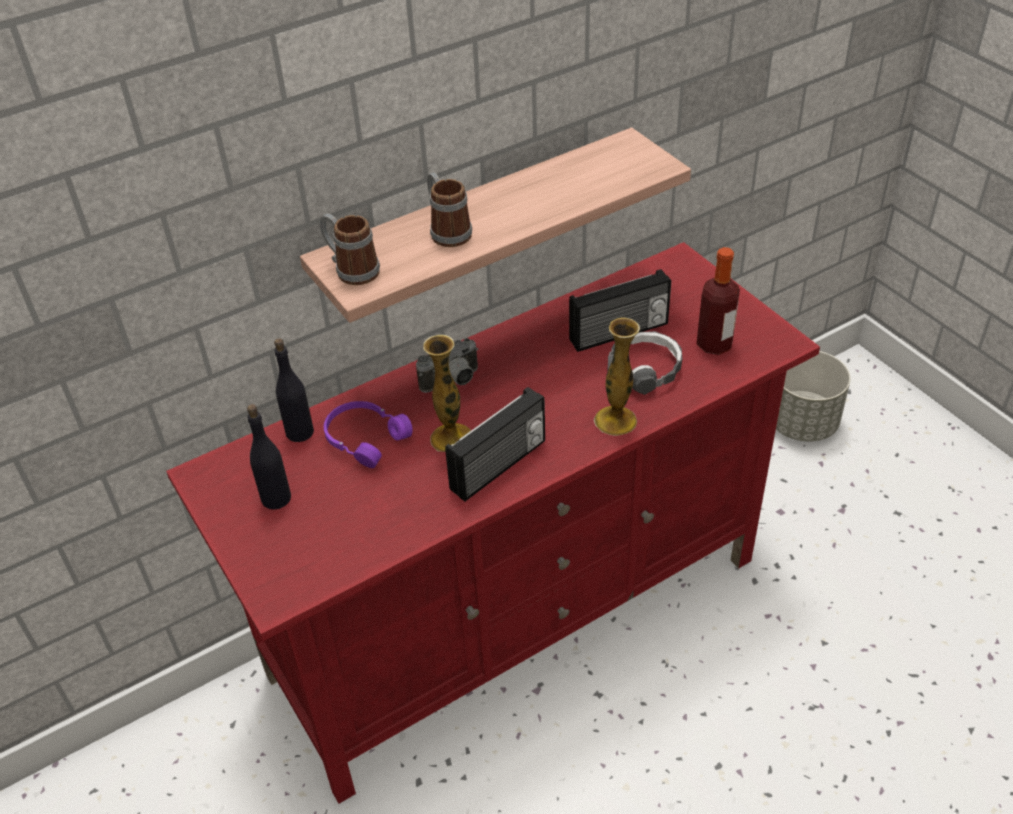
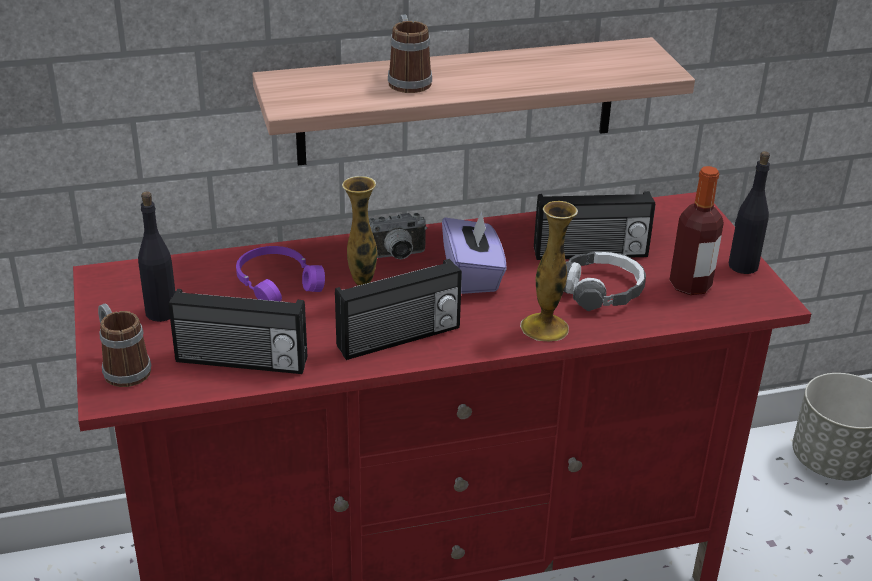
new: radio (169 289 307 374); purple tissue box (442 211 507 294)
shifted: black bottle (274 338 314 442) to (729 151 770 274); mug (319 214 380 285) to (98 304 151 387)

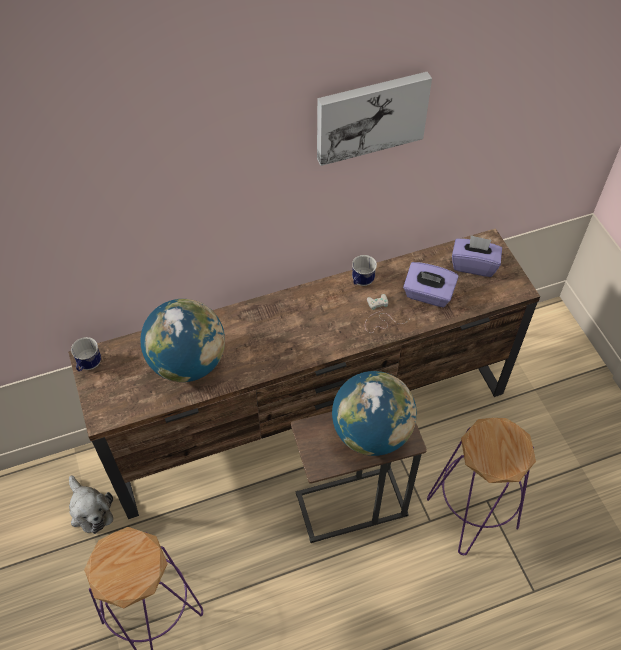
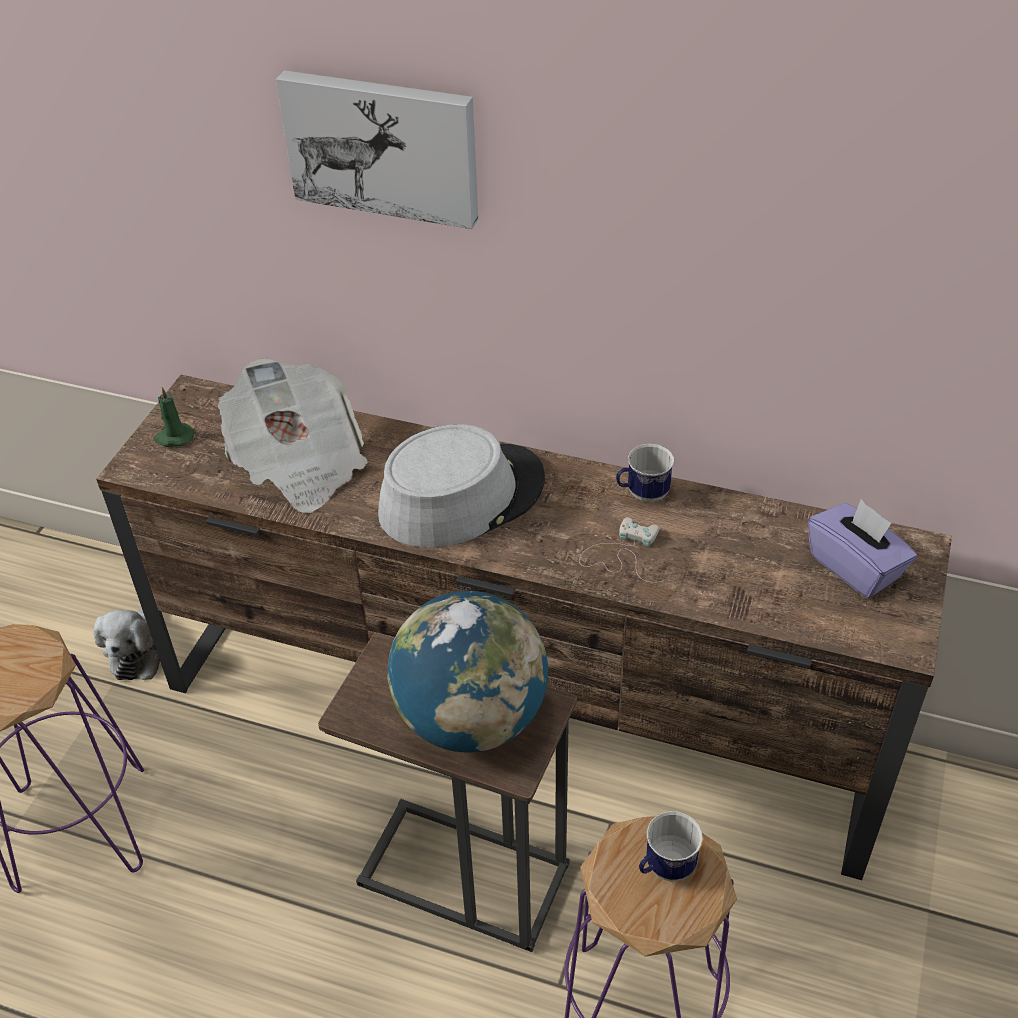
gone: purple tissue box (403 262 458 307)
new: green candle (154 387 194 447); grey hat (378 424 545 547)
shifted: mug (71 337 101 372) to (639 811 703 881); picture (317 72 432 166) to (276 70 478 229)
swapped: globe (140 299 225 382) to newspaper (218 358 368 513)

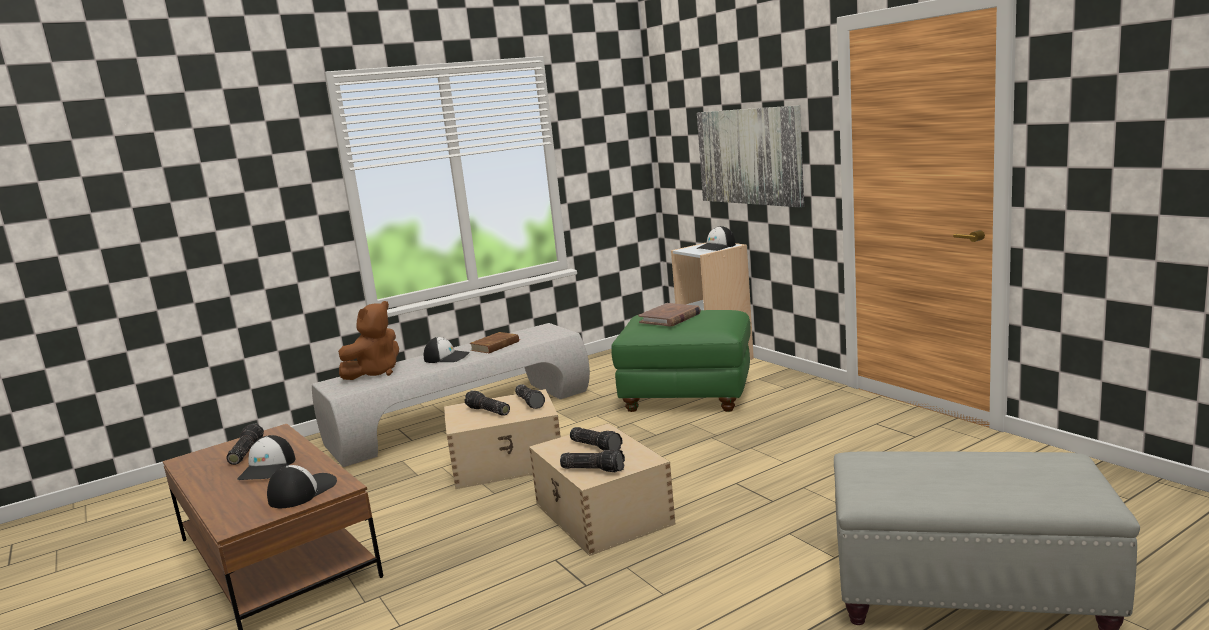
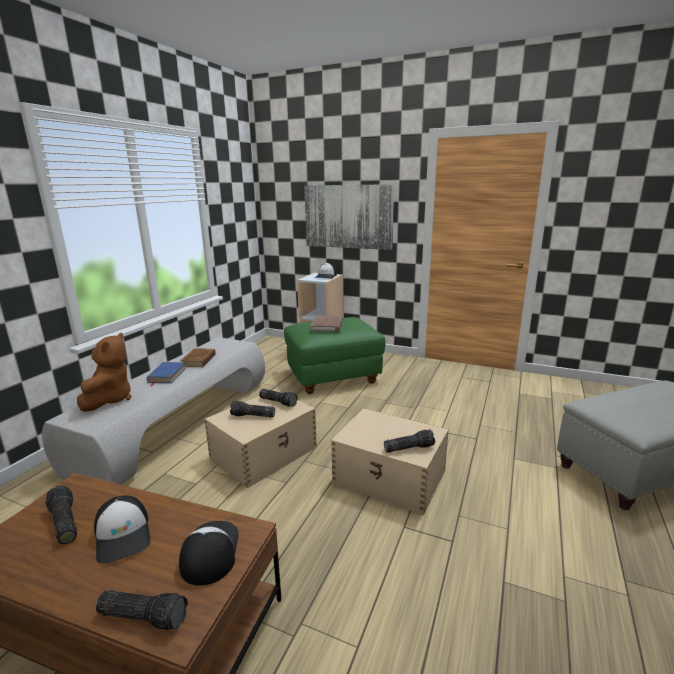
shifted: flashlight (570 427 622 451) to (96 590 188 630)
swapped: cap (424 337 470 363) to blue book (147 362 186 386)

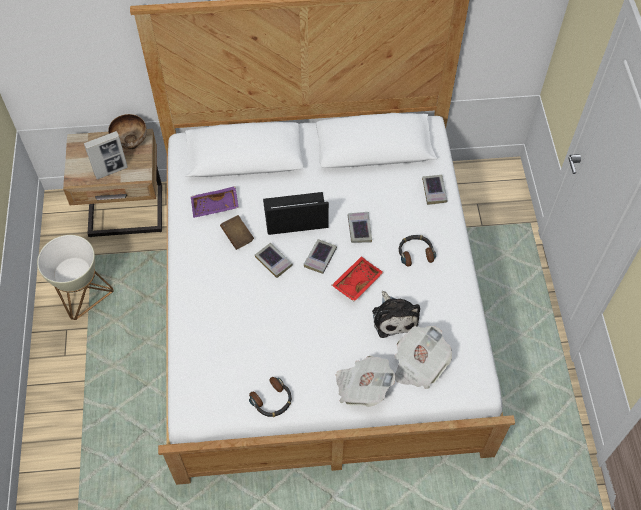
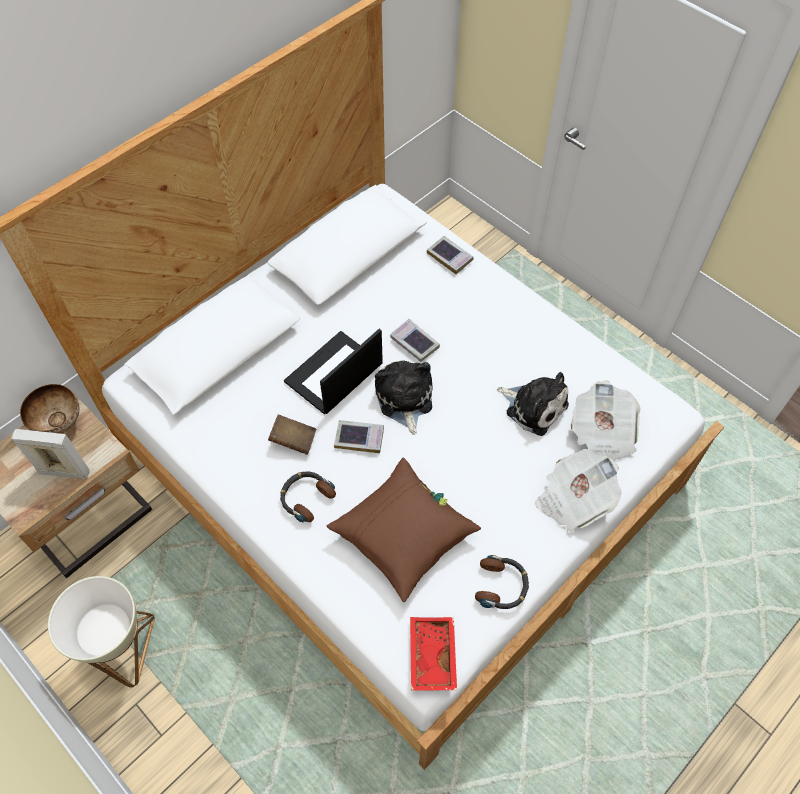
gone: purple tray (191 186 239 218)
new: brown pillow (327 457 481 602)
shifted: red tray (332 256 384 301) to (410 617 457 690); headphones (399 235 436 267) to (280 472 336 523)
swapped: book (304 239 337 274) to plush toy (375 360 433 435)
rotated: picture frame (84 131 128 180) = (11 429 90 480) 105 degrees counterclockwise

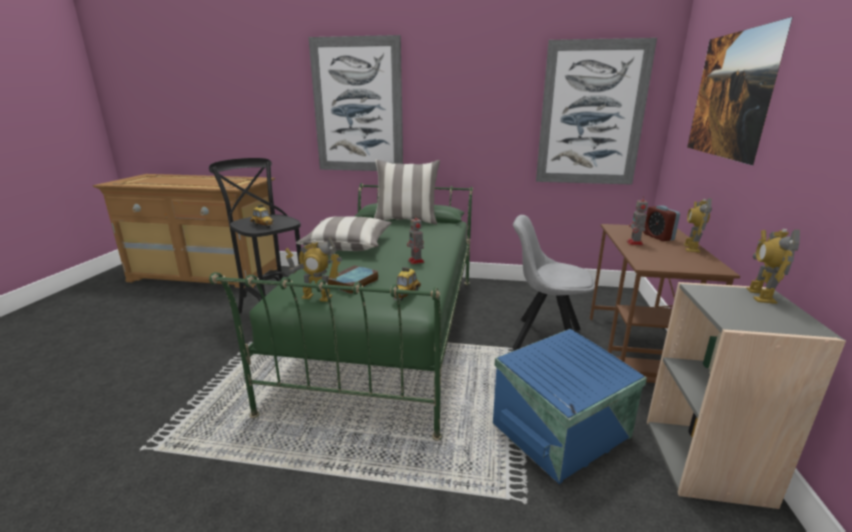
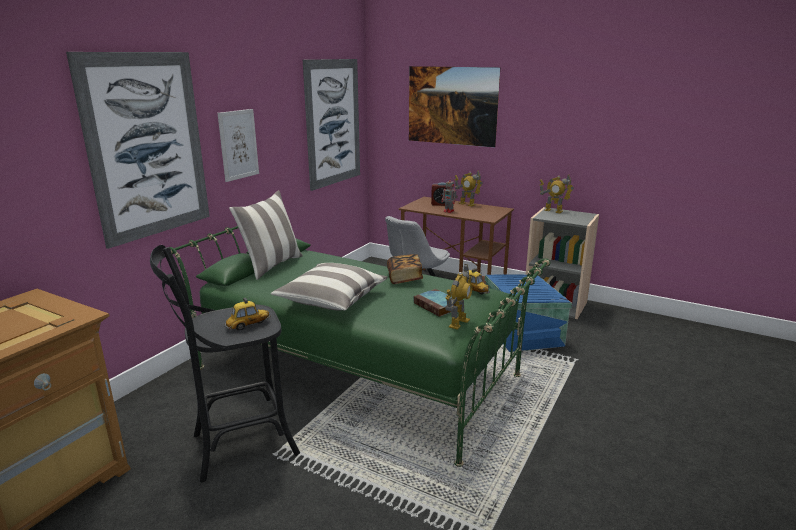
new: picture (217 109 259 182)
swapped: toy robot (407 214 425 264) to book (387 254 423 284)

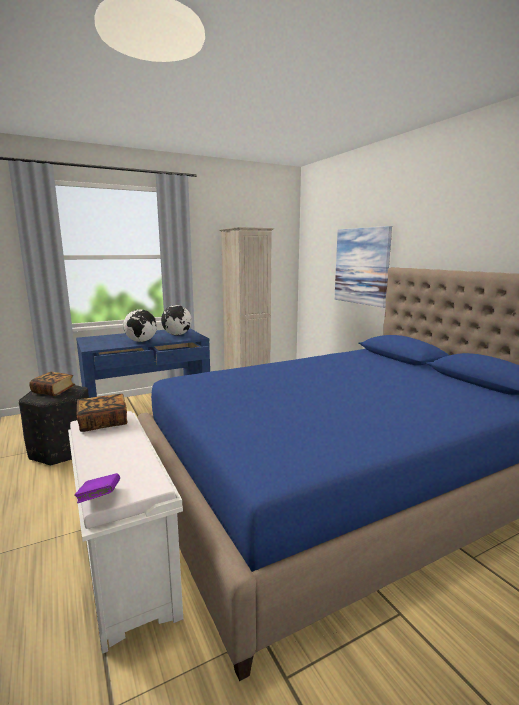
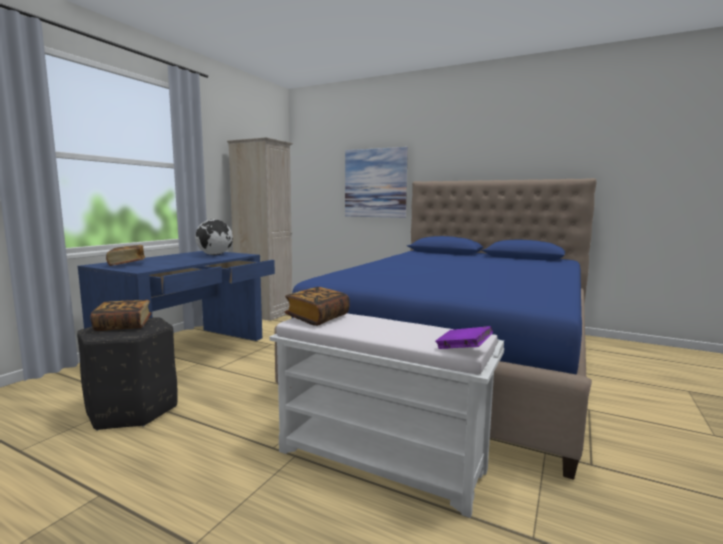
gone: globe (123 309 157 342)
new: book (106 245 145 266)

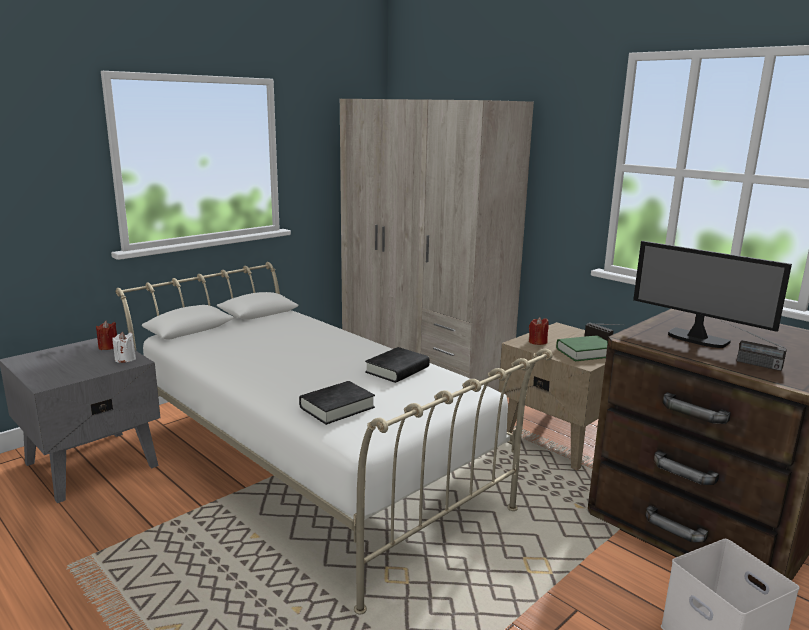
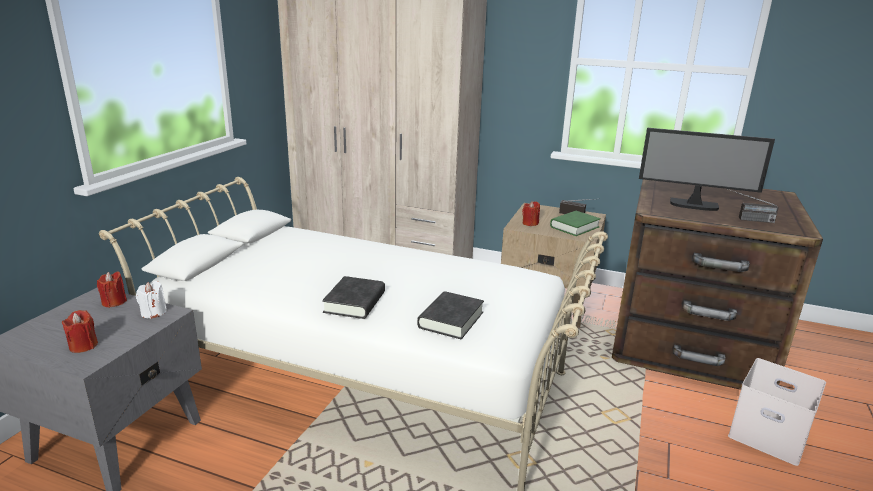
new: red candle (62 310 98 353)
shifted: black book (365 347 430 383) to (322 276 385 319)

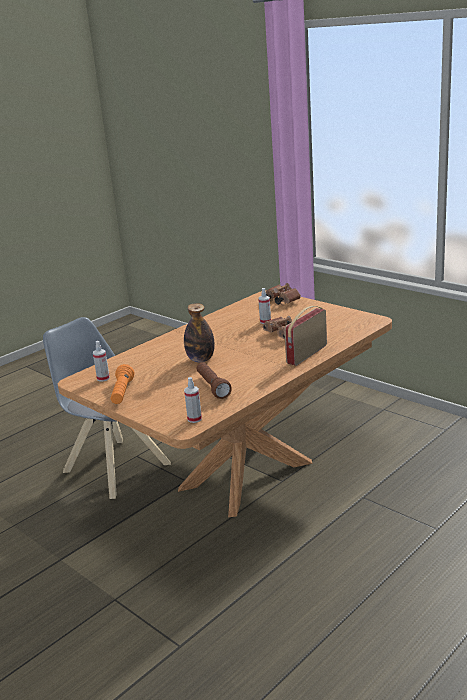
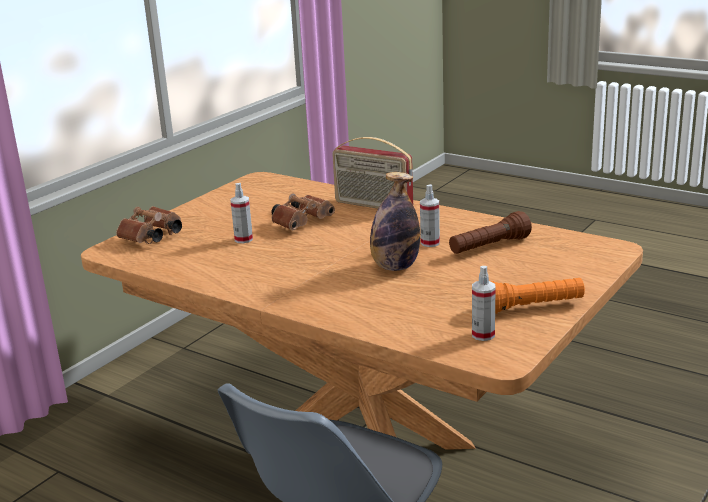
shifted: spray bottle (184 377 202 423) to (420 184 440 247)

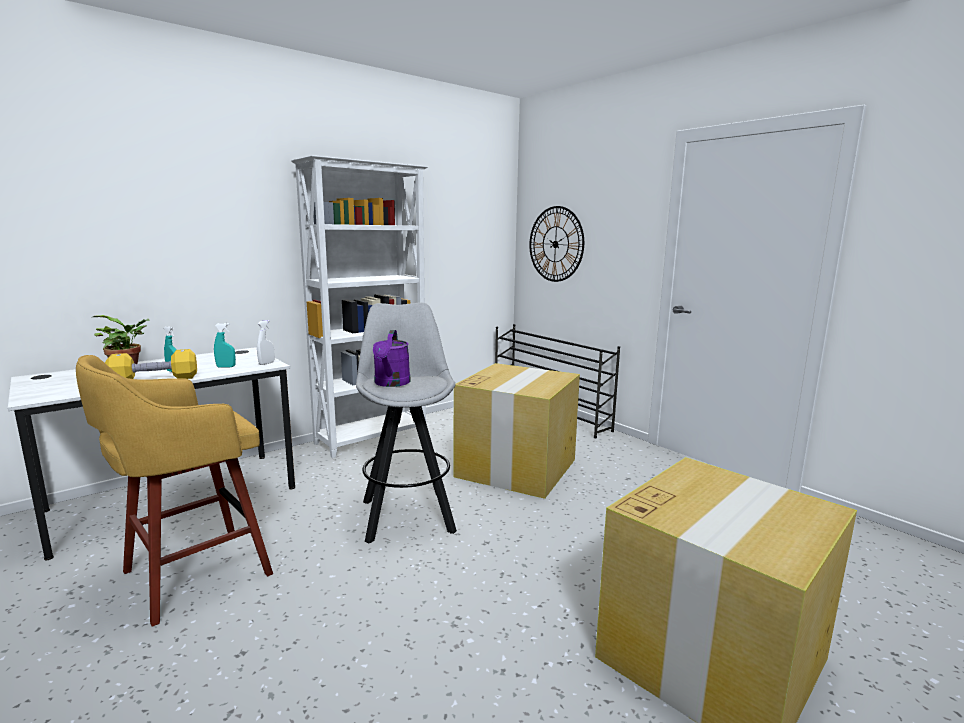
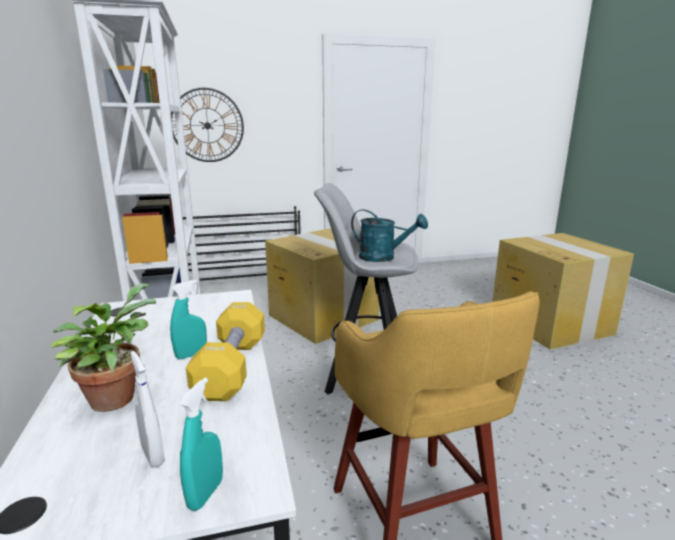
shifted: turquoise spray bottle (214 323 236 367) to (179 378 223 511); white spray bottle (257 320 275 365) to (130 351 165 467)
repainted: purple watering can (373 330 411 387) to turquoise watering can (351 209 428 262)

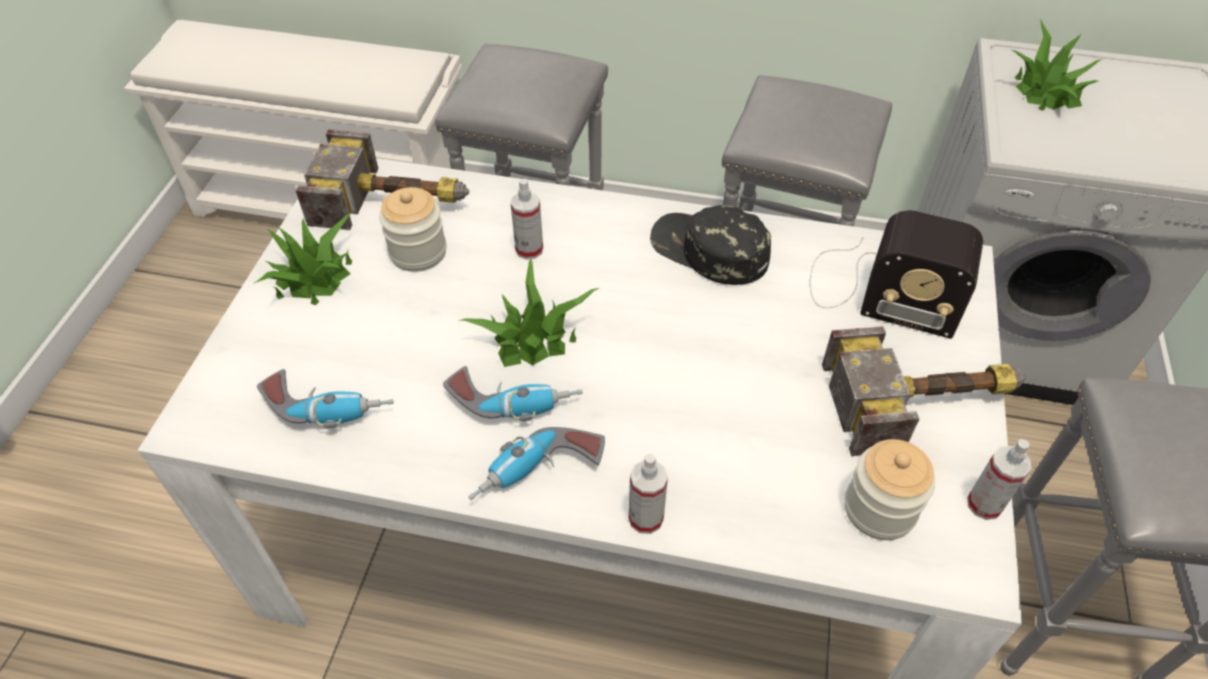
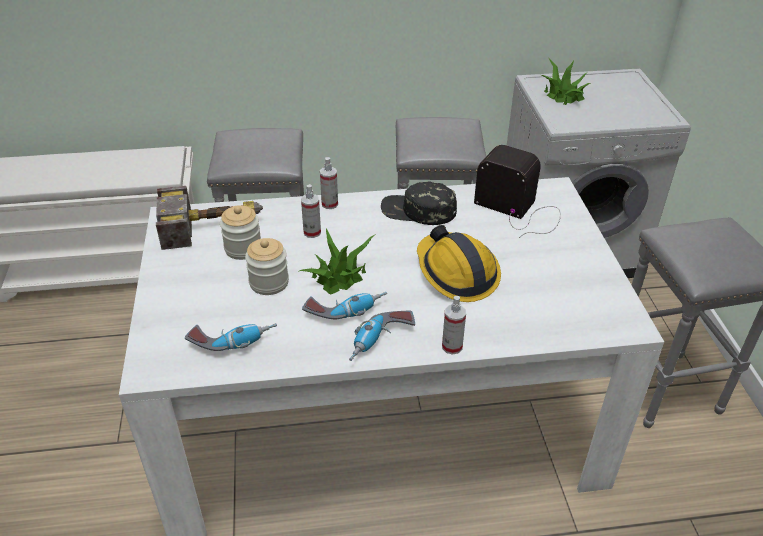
gone: potted plant (253 213 352 305); hammer (822 326 1026 456)
new: hard hat (417 225 501 302)
shifted: jar (845 439 935 540) to (245 238 289 295); spray bottle (967 439 1032 520) to (320 157 338 209)
rotated: radio (810 210 983 339) = (474 145 561 238) 150 degrees counterclockwise

